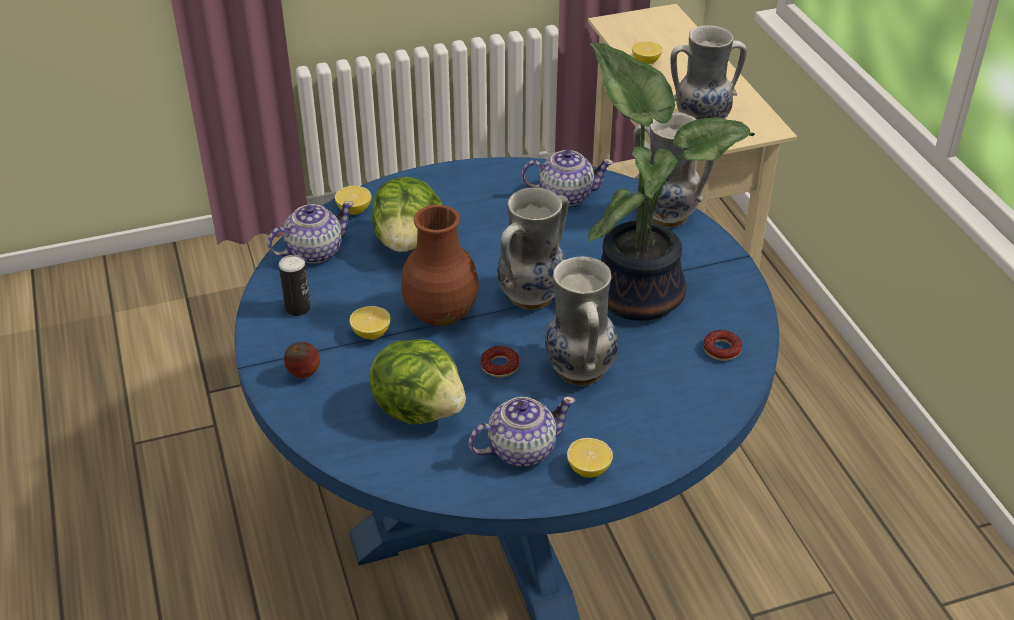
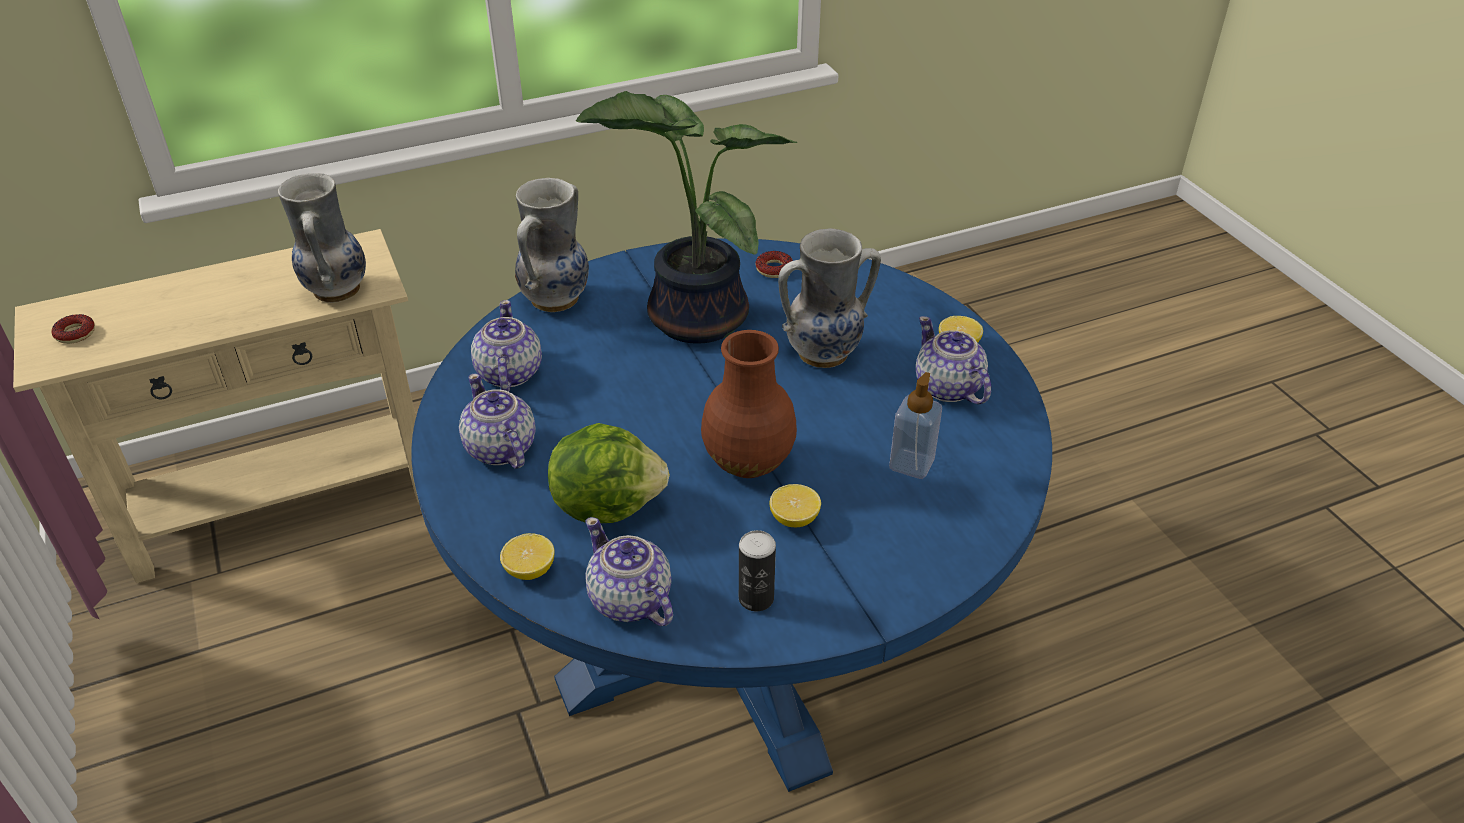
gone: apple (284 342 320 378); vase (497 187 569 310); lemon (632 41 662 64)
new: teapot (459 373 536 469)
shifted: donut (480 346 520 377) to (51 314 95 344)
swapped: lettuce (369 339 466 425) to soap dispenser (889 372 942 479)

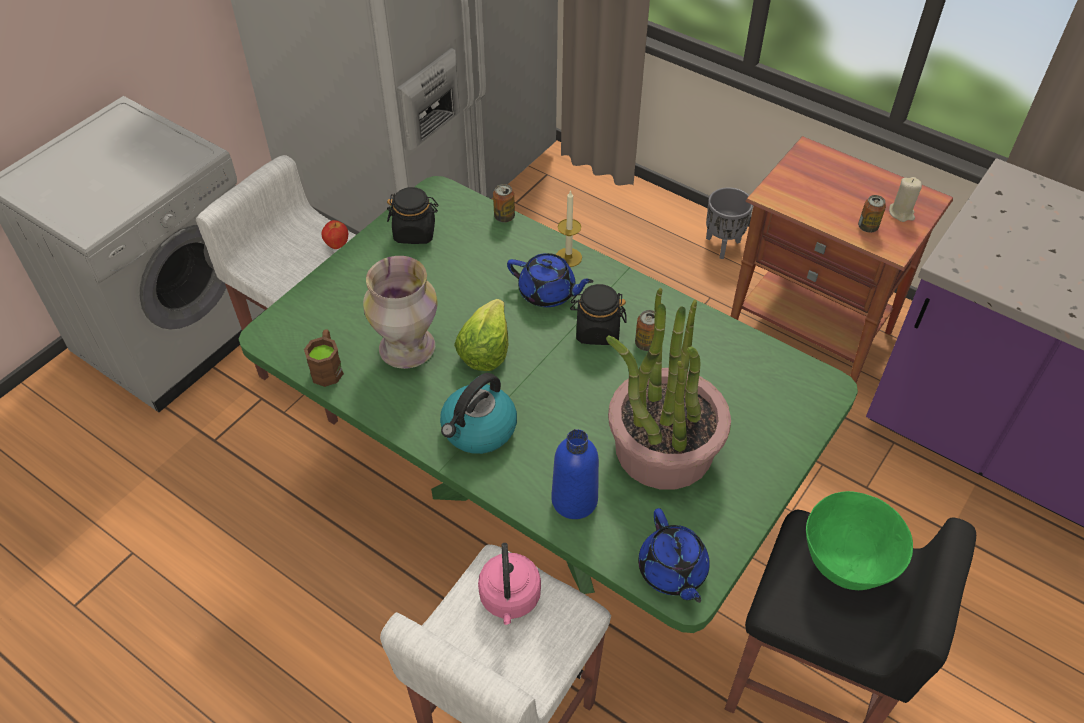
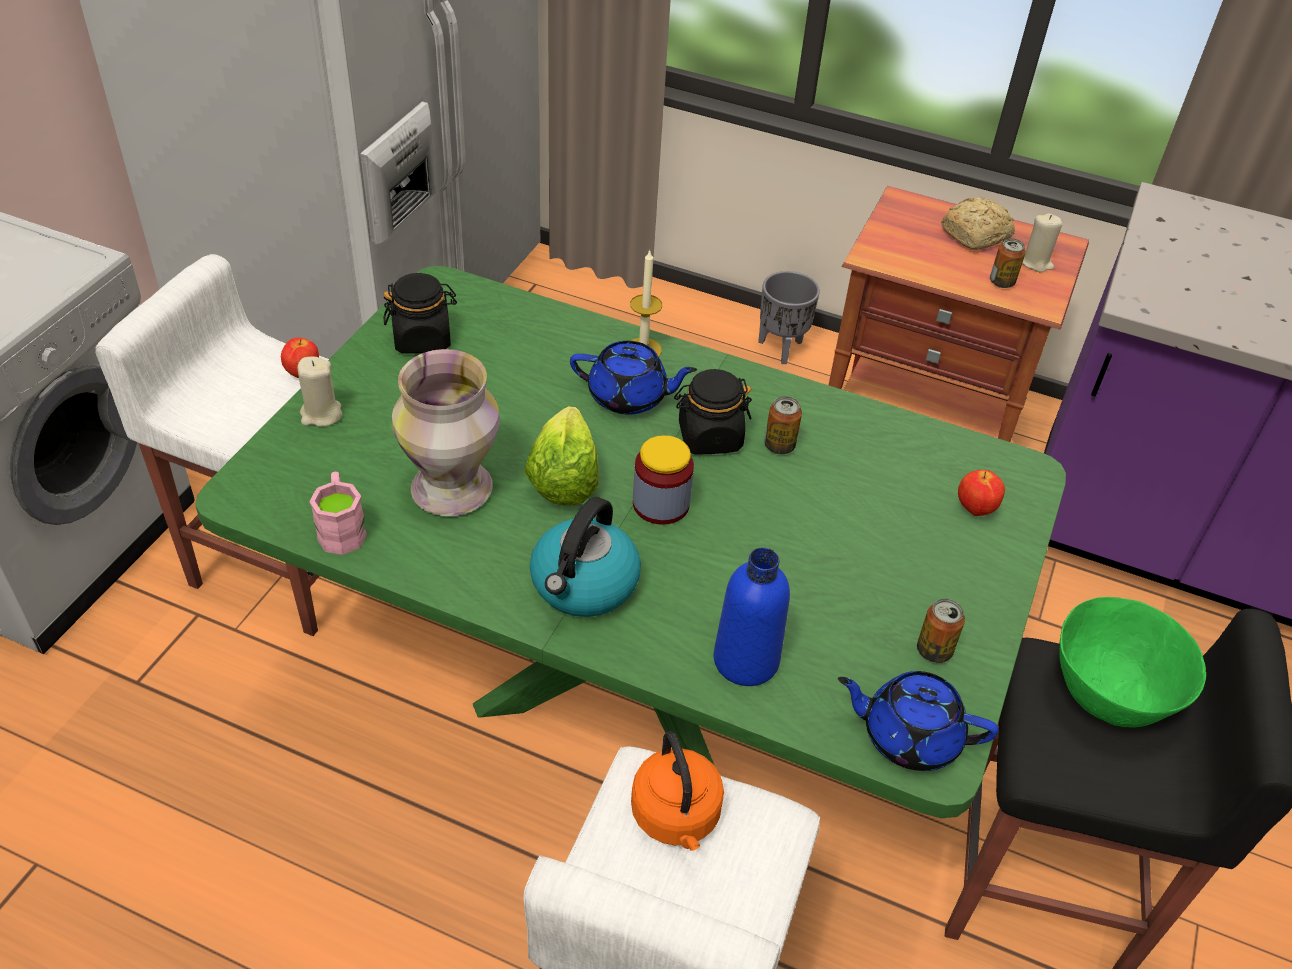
gone: potted plant (606 288 731 490)
new: beige candle (297 356 342 427); jar (633 435 694 525); bread (941 197 1015 250); apple (958 470 1005 516)
shifted: can (493 184 515 222) to (917 599 965 663)
repainted: brown mug (304 329 344 387) to pink mug (309 472 367 555); pink kettle (478 543 541 625) to orange kettle (631 731 724 851)
rotated: blue teapot (638 508 710 603) = (838 671 998 771) 135 degrees clockwise

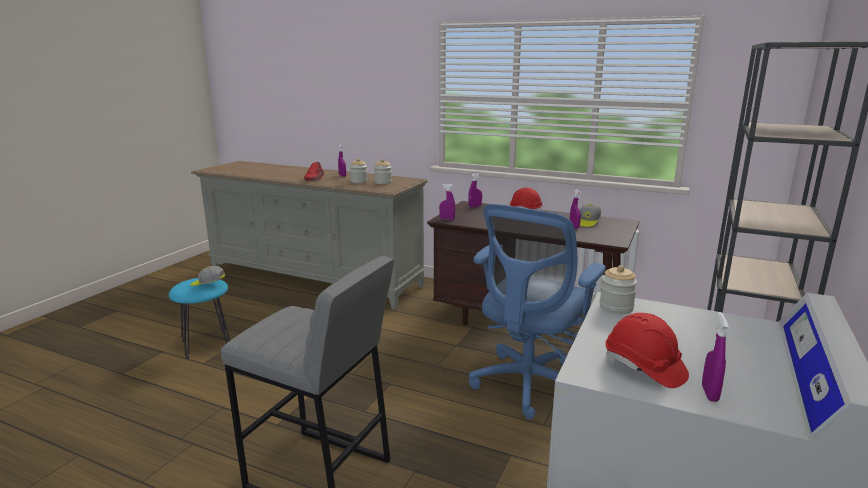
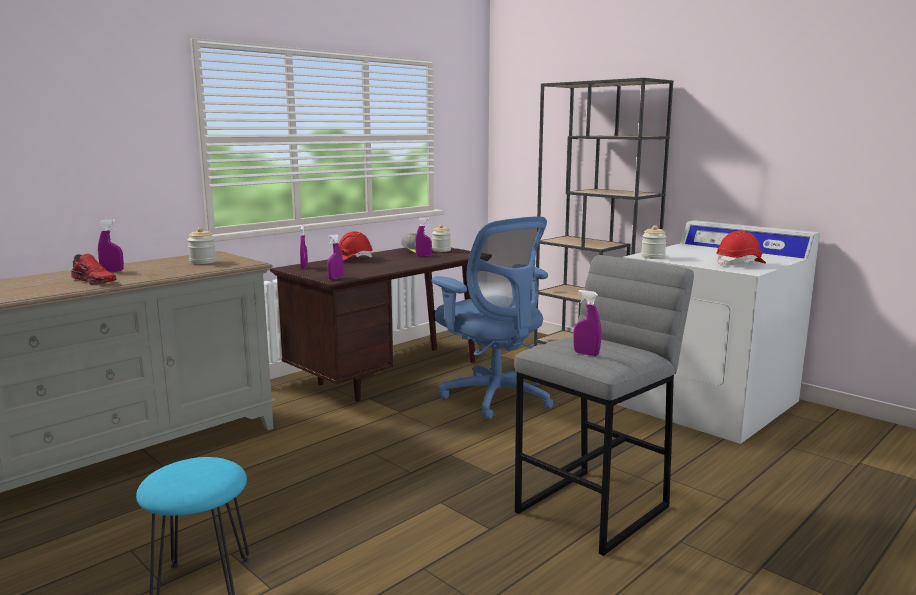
gone: cap (191 266 225 286)
shifted: jar (350 158 368 184) to (432 224 451 252); purple spray bottle (702 312 729 402) to (574 290 601 356)

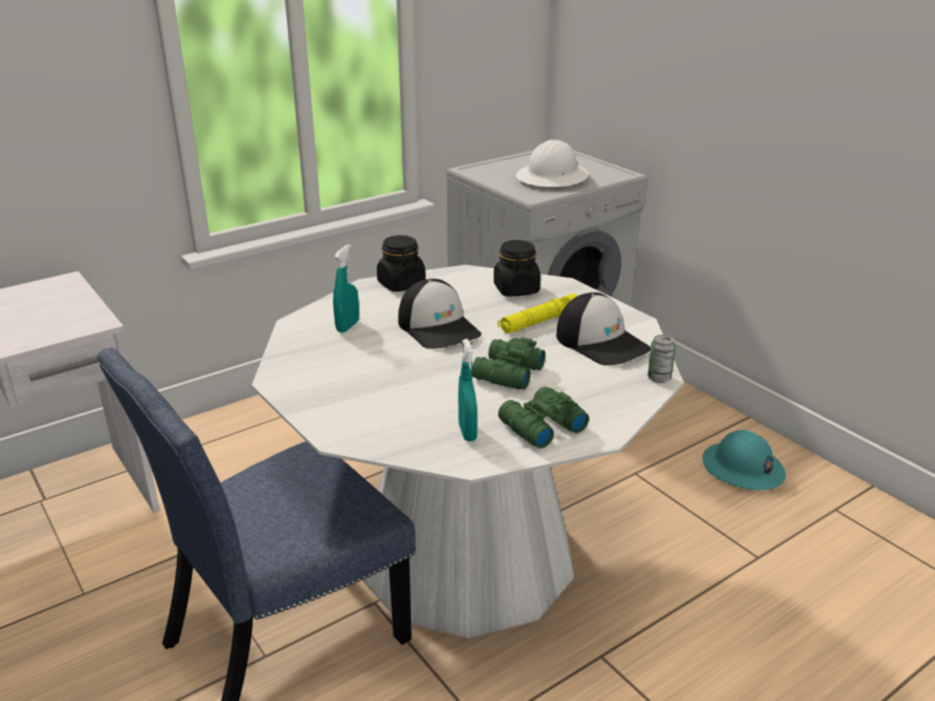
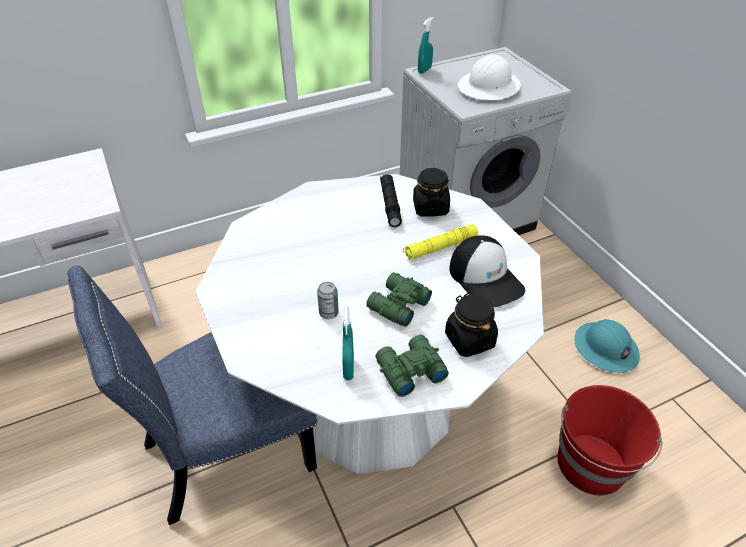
gone: cap (398 279 481 349)
new: black flashlight (380 174 402 227); red bucket (557 385 663 495)
shifted: turquoise spray bottle (333 244 359 333) to (418 17 433 74); black jar (377 235 426 292) to (445 293 498 357); can (648 335 676 383) to (317 282 339 319)

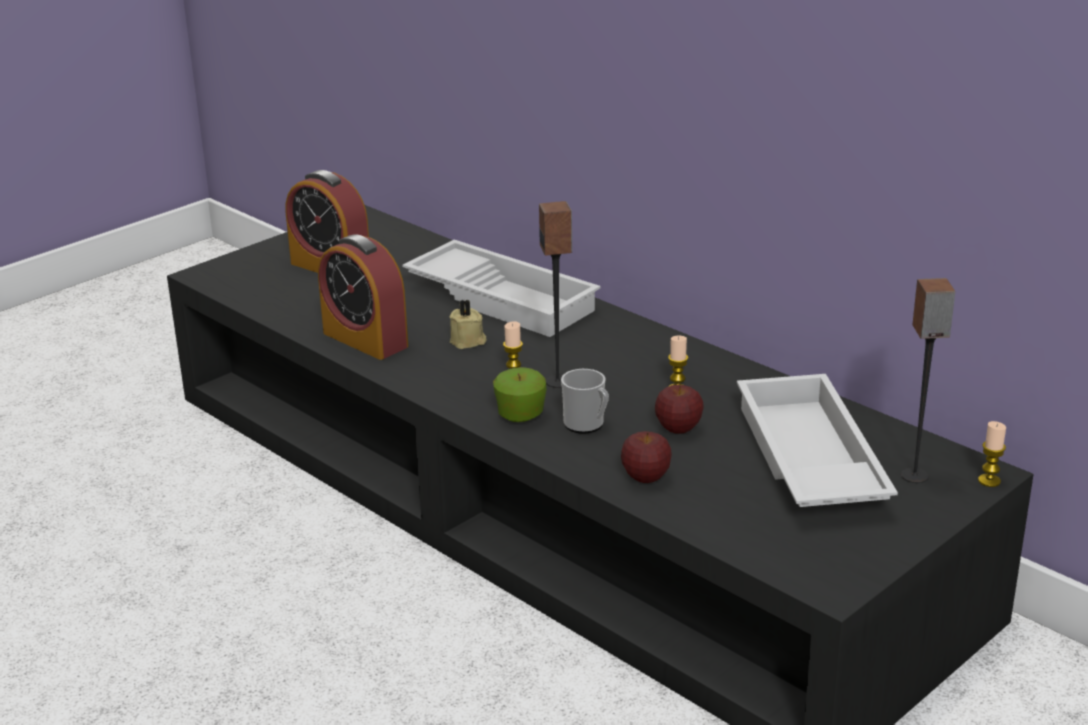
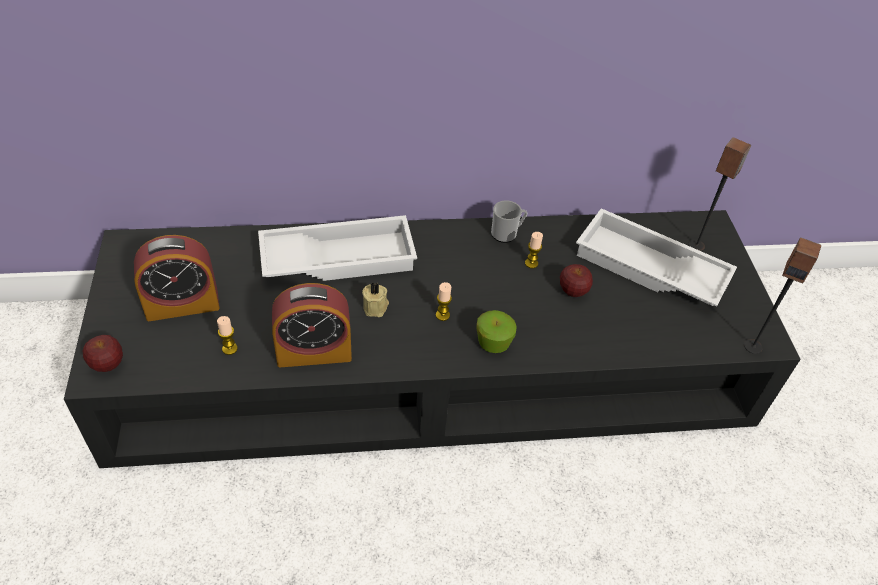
shifted: speaker (539 201 572 388) to (744 237 821 354); mug (561 369 609 434) to (491 200 527 243); apple (621 431 672 483) to (82 335 123 372); candle (978 421 1006 487) to (217 316 238 355)

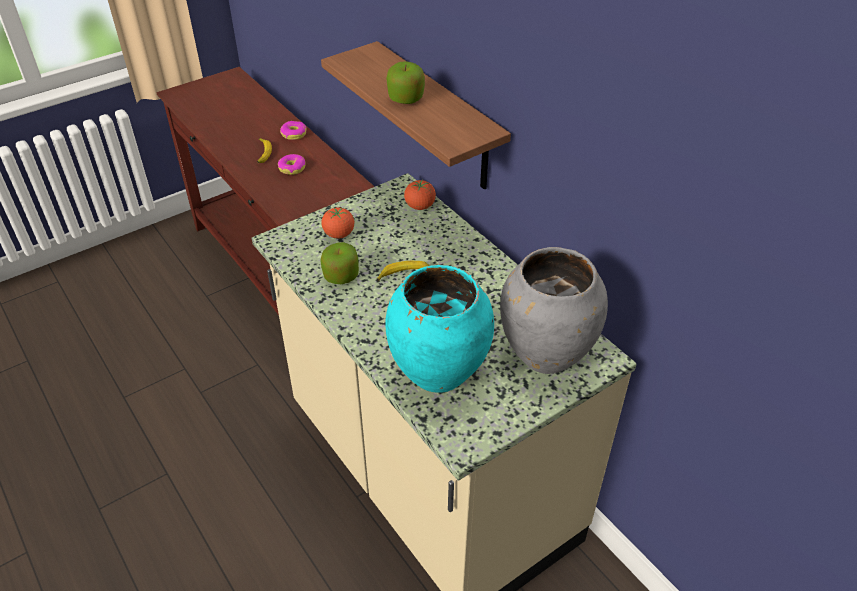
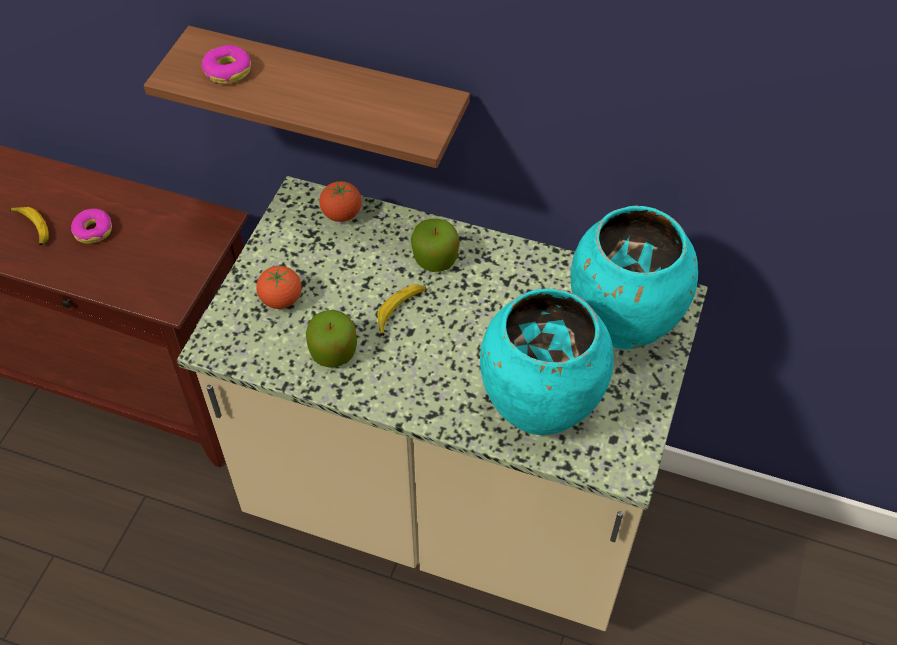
shifted: donut (280 121 307 140) to (202 45 251 84); apple (386 61 425 104) to (411 219 460 272)
repainted: grey vase (500 247 608 374) to turquoise vase (570 205 698 349)

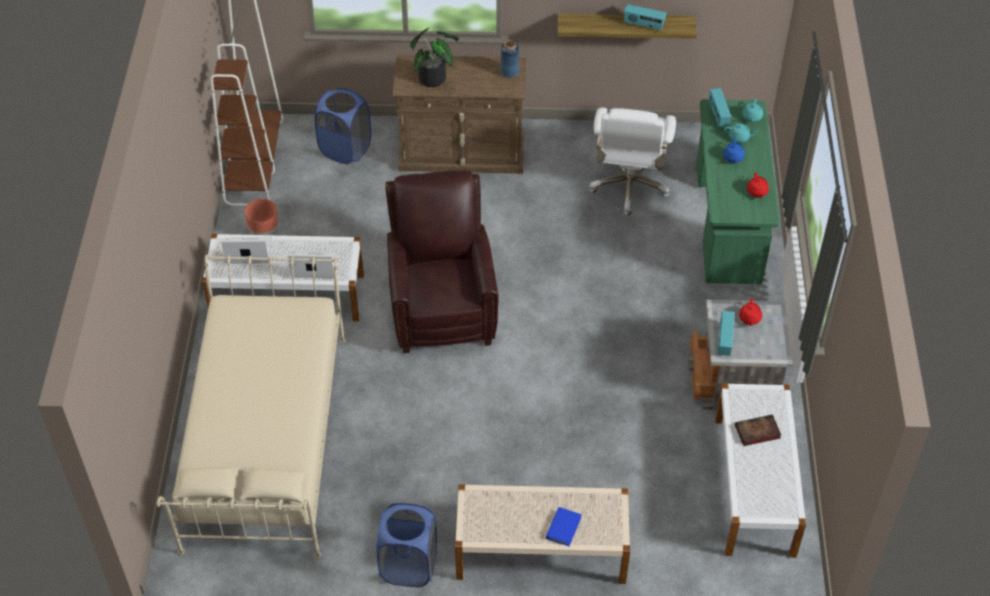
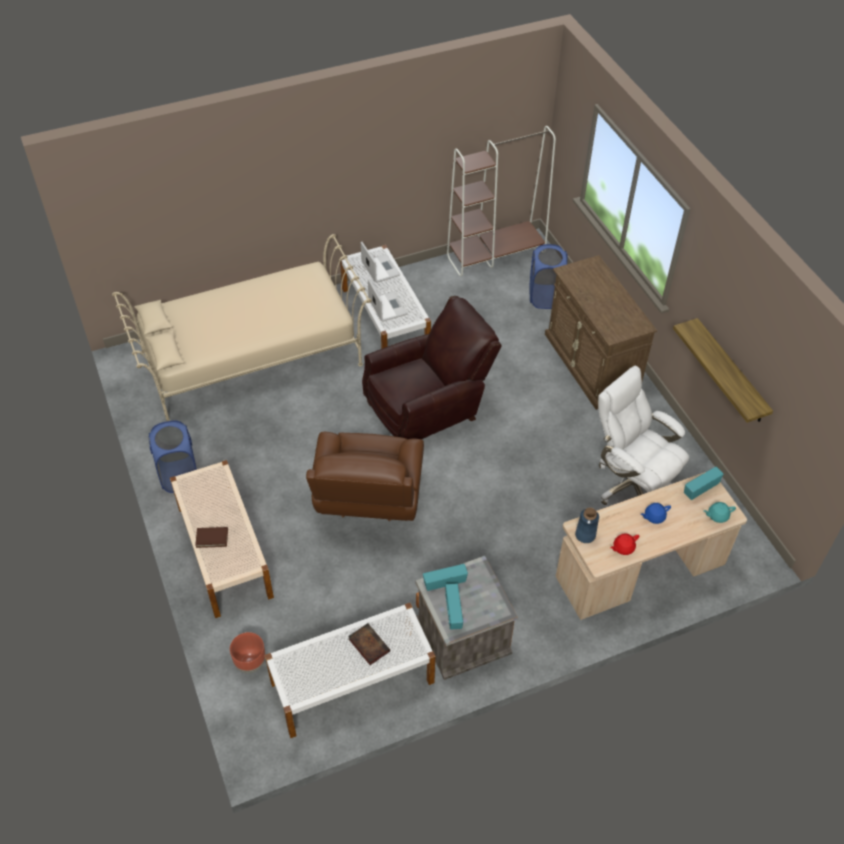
gone: potted plant (410 28 459 87); turquoise teapot (724 123 758 143); red teapot (739 298 762 326)
new: brown armchair (306 432 424 521)
shifted: brown planter (245 199 278 235) to (230 632 266 673); blue vase (500 40 519 78) to (575 508 599 543); radio (624 4 666 31) to (445 583 463 630)
repainted: blue book (546 507 582 546) to brown book (195 527 228 548); green desk (696 99 780 284) to beige desk (556 472 747 620)
rotated: white office chair (590 107 676 216) = (598 366 689 505) 60 degrees clockwise

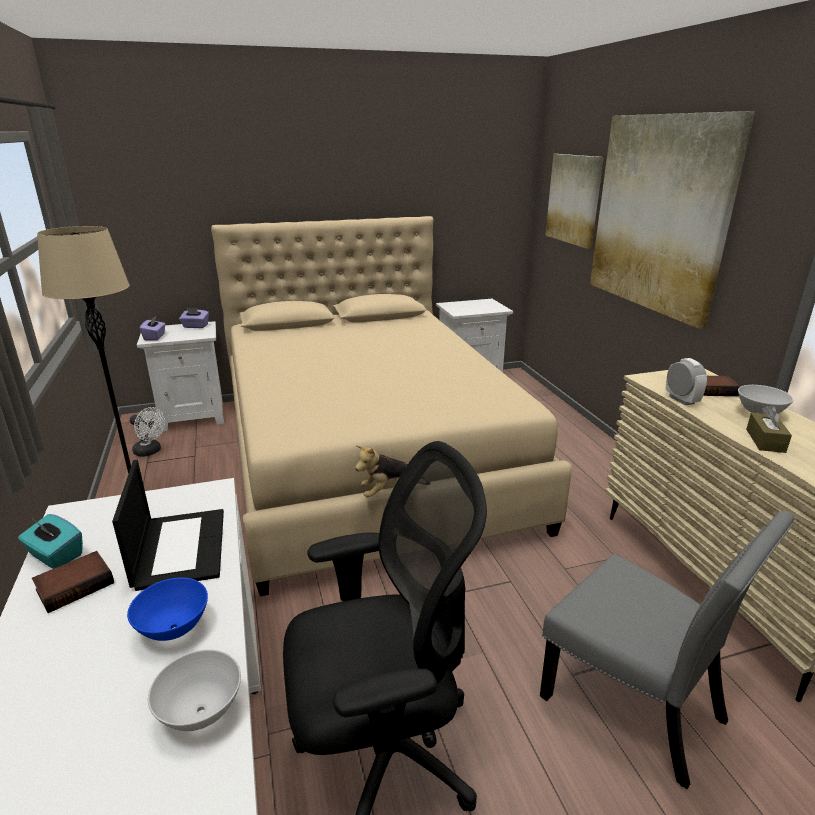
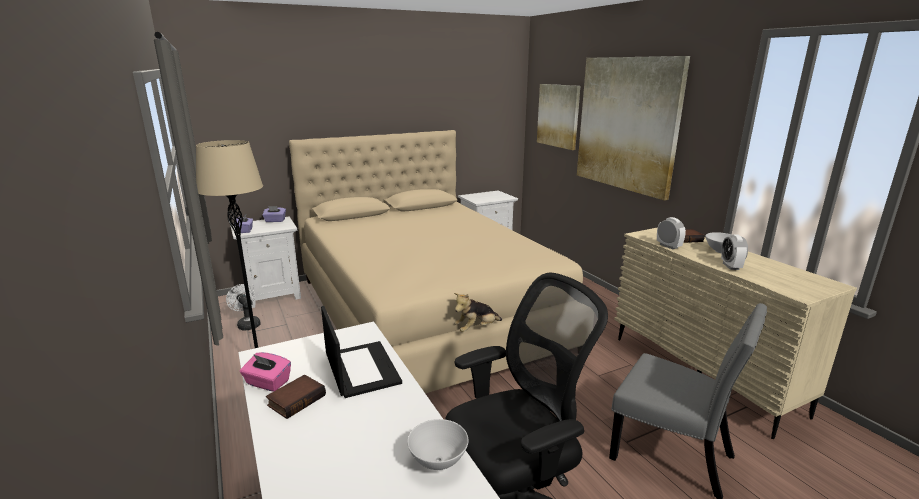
gone: blue bowl (127 578 208 641)
swapped: brown tissue box (746 405 792 453) to alarm clock (721 234 748 270)
repainted: turquoise tissue box (18 514 83 569) to pink tissue box (240 352 291 392)
rotated: white fan (130 407 165 457) = (226 284 261 330) 150 degrees counterclockwise

